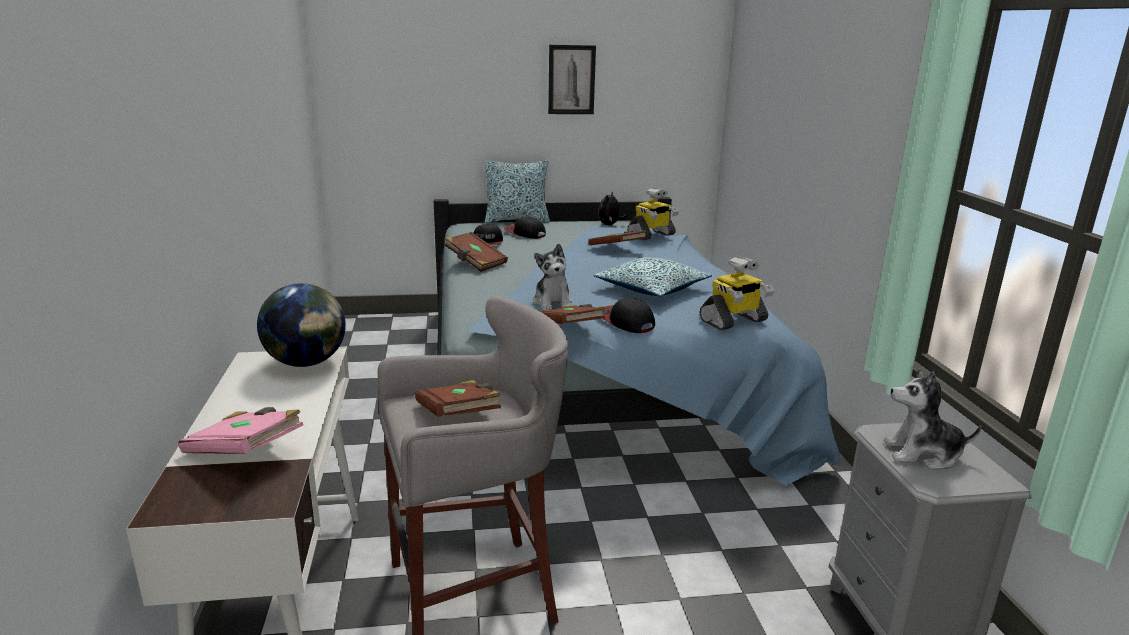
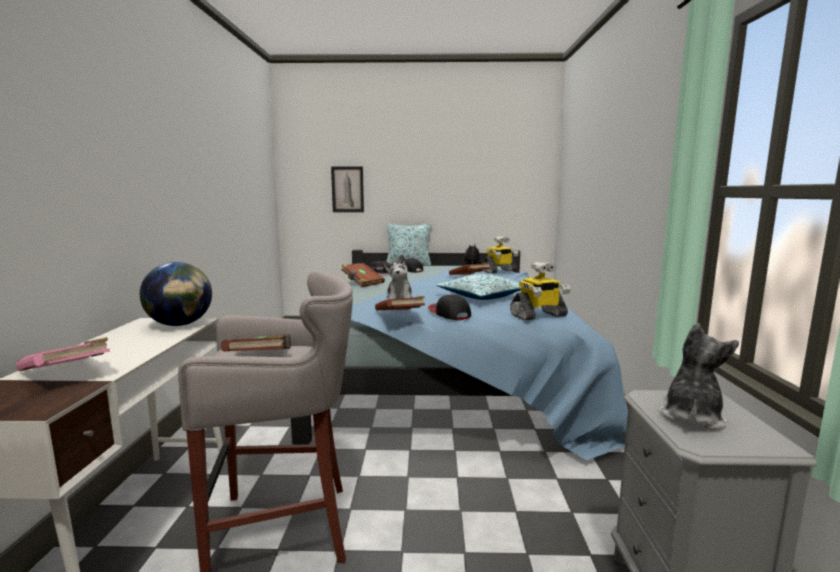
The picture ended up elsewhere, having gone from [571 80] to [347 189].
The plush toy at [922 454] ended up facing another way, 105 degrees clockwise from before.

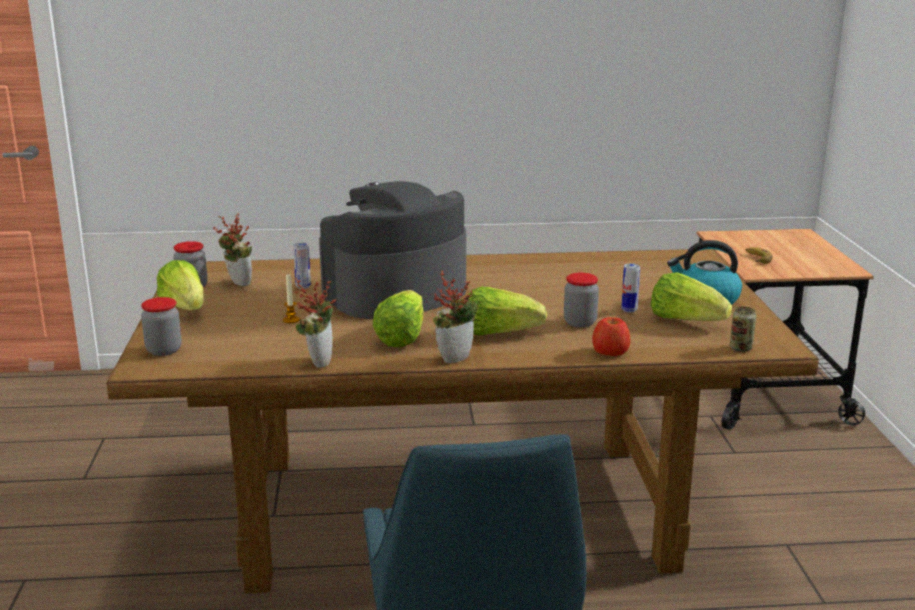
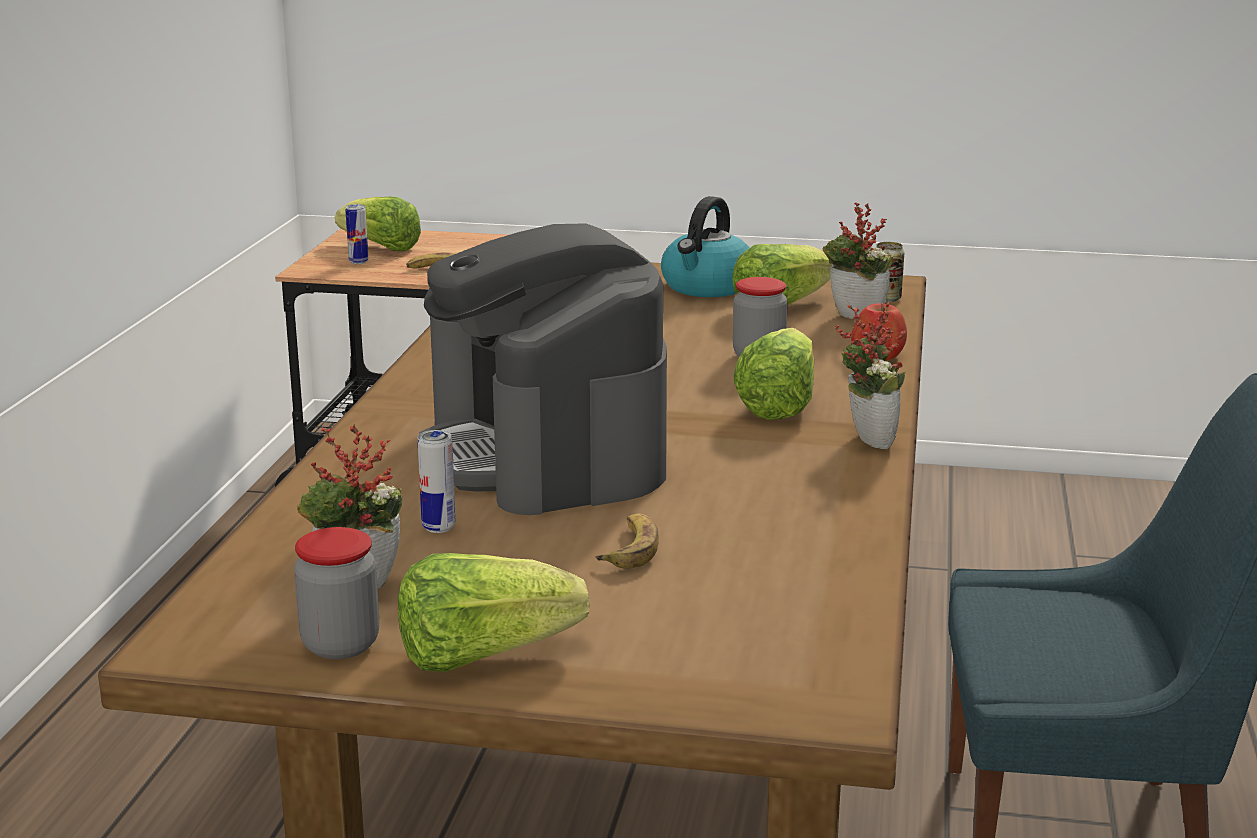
The can ended up elsewhere, having gone from [629 310] to [358 262].
Where the candle stood at [291 320], the banana came to stand at [630 548].
The potted plant ended up elsewhere, having gone from [318 361] to [854 318].
The lettuce ended up elsewhere, having gone from [402 337] to [381 248].
The second view lost the jar at [164 350].

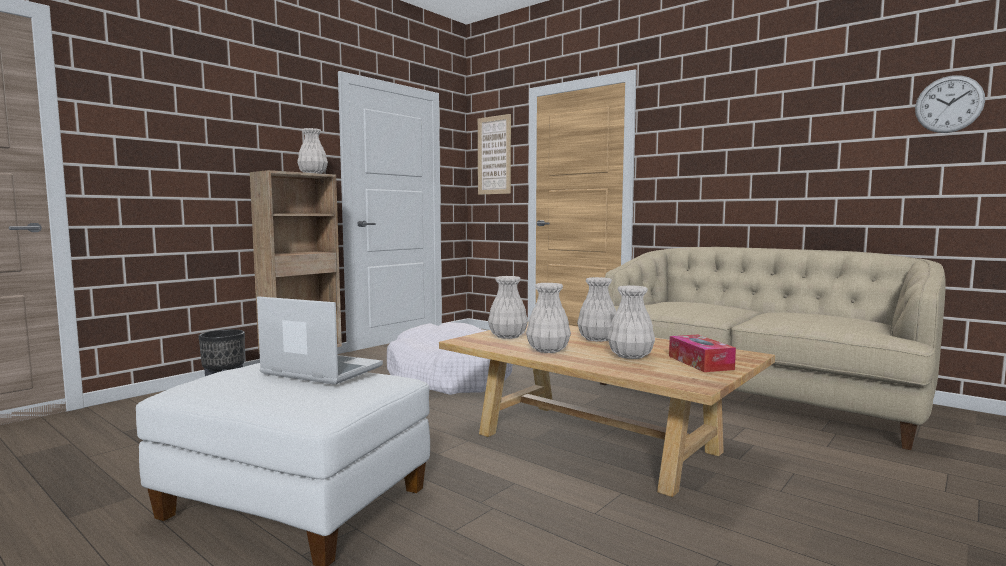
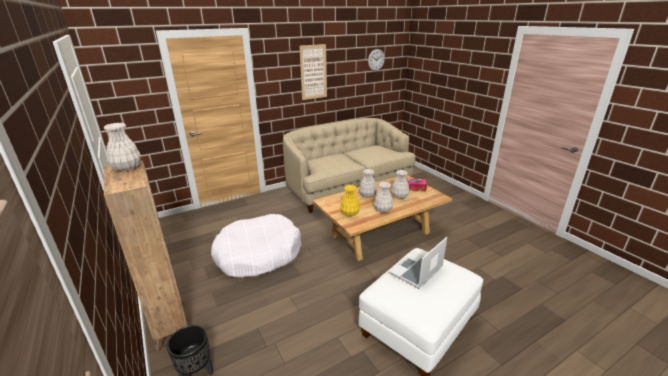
The picture ended up elsewhere, having gone from [494 155] to [313 72].
What was the white vase at [508 336] turned into the yellow vase at [350 214].

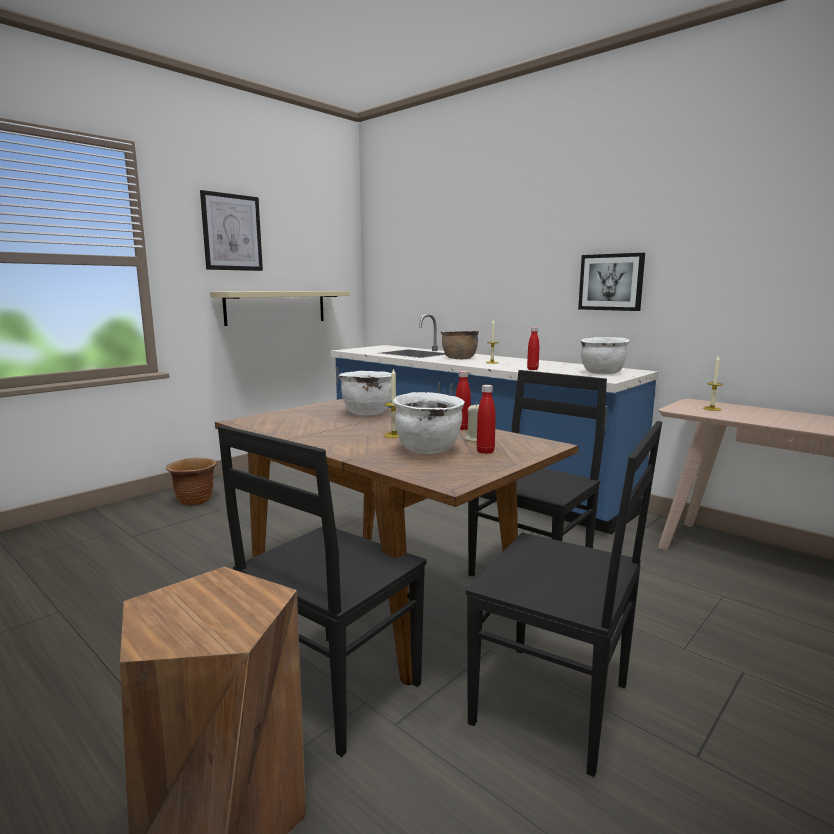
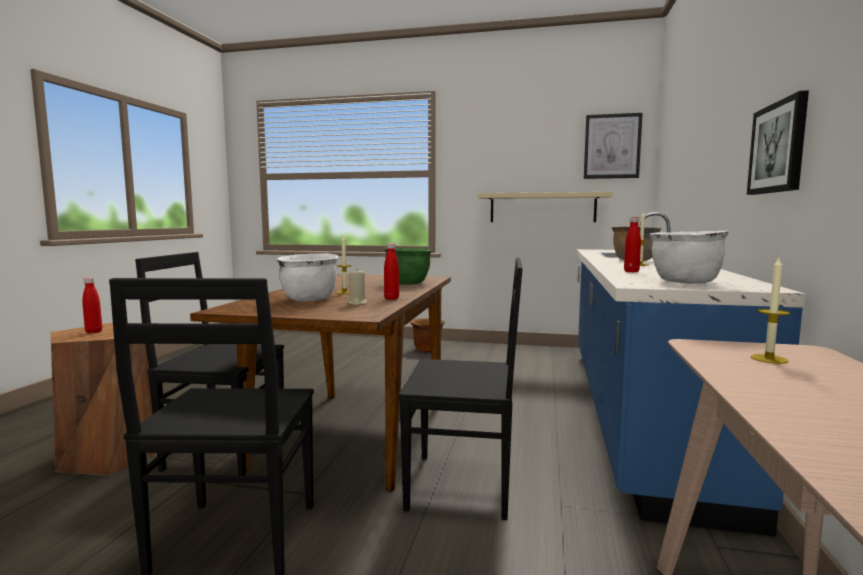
The picture ended up elsewhere, having gone from [232 232] to [612 146].
What was the white cooking pot at [367 413] turned into the green cooking pot at [407 283].
The red bottle ended up elsewhere, having gone from [485 451] to [94 332].

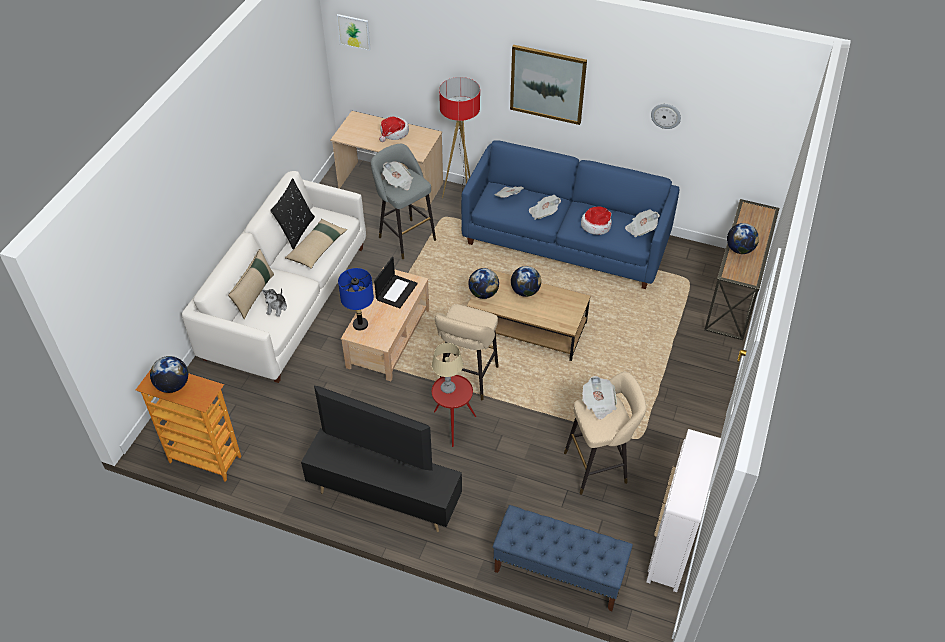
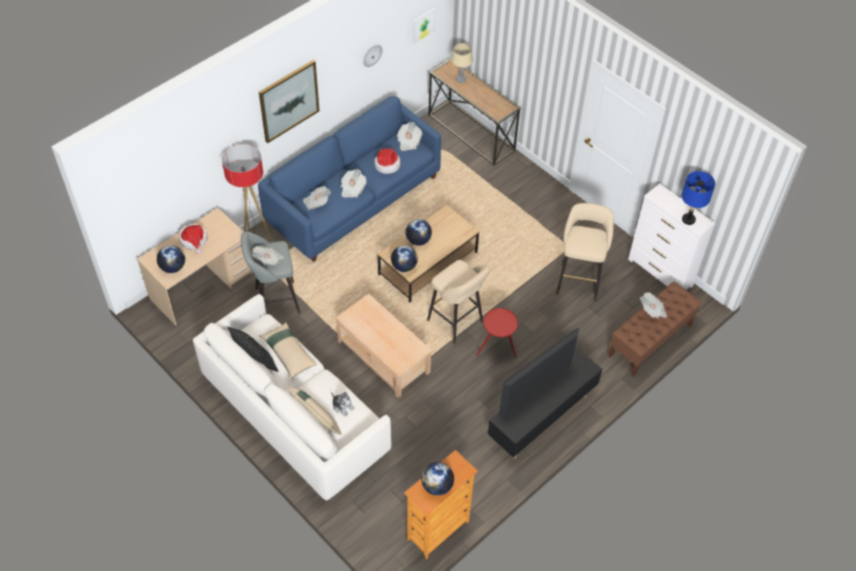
The picture ended up elsewhere, having gone from [354 32] to [423 25].
The globe ended up elsewhere, having gone from [739 249] to [173 267].
The second view lost the laptop at [396 291].
The blue table lamp ended up elsewhere, having gone from [360 324] to [688 219].
The beige table lamp ended up elsewhere, having gone from [447 388] to [460 79].
The newspaper ended up elsewhere, having gone from [598 404] to [652 311].
What was the blue bench at [558 572] turned into the brown bench at [650 341].

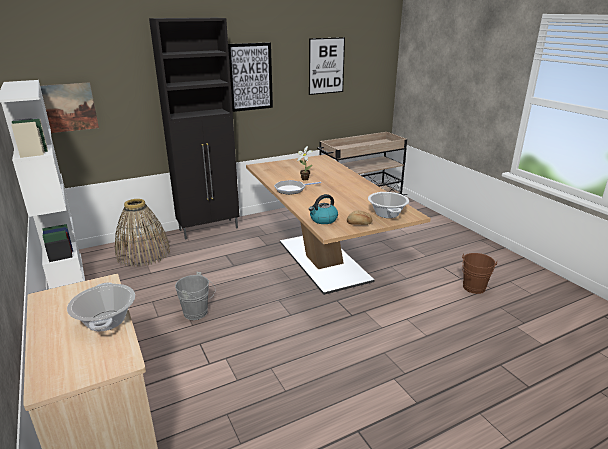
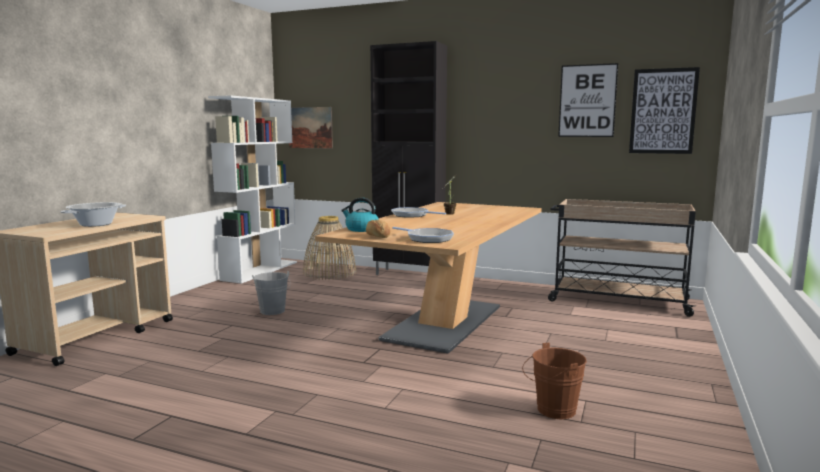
The picture ended up elsewhere, having gone from [250 77] to [663 111].
Where the cooking pot stood at [387 214], the frying pan came to stand at [427 239].

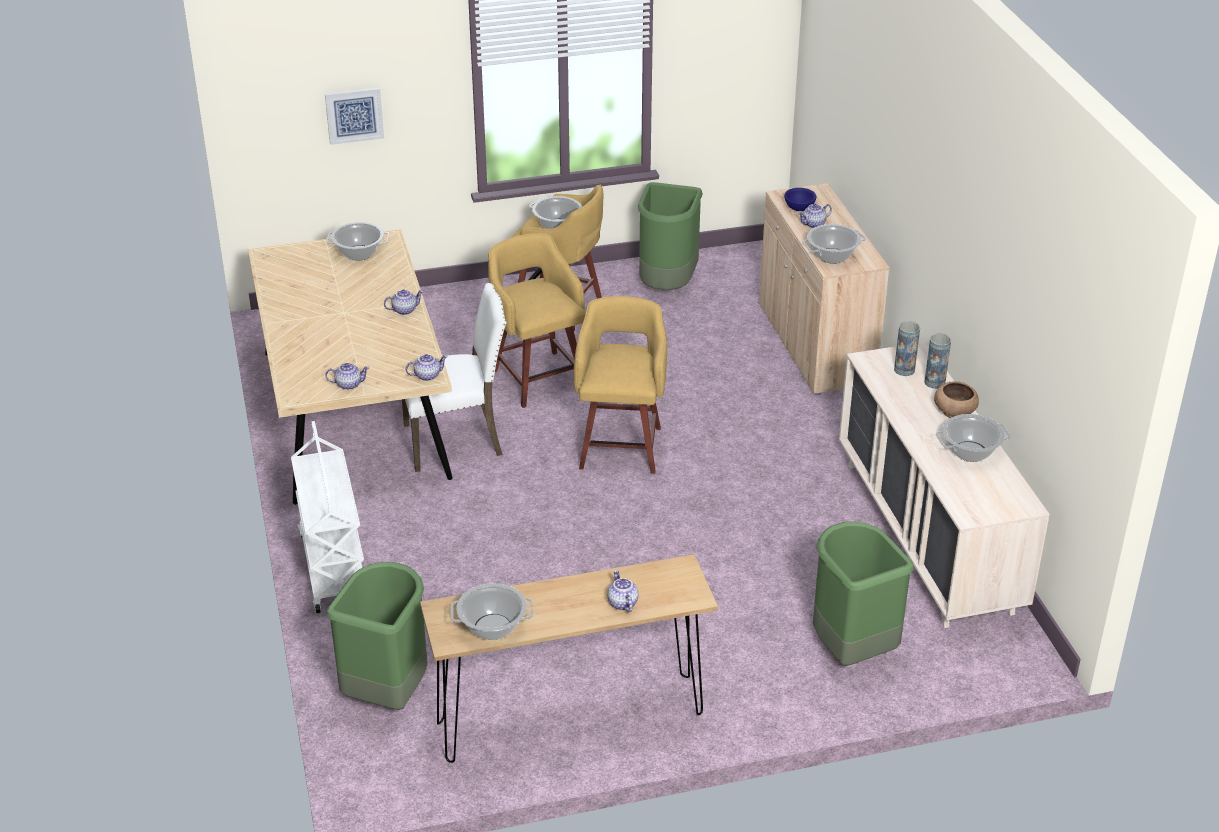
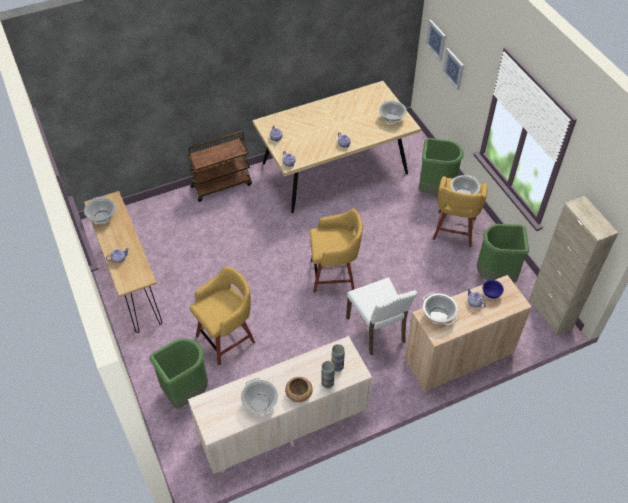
The yellow stool ended up elsewhere, having gone from [538 377] to [227 338].
The white chair ended up elsewhere, having gone from [456 441] to [377 330].
What was the white cart at [333 567] turned into the brown cart at [221 185].
The green trash can ended up elsewhere, having gone from [387 693] to [434 189].
The second view gained the picture at [436 39].
The second view gained the beige cabinet at [550 313].

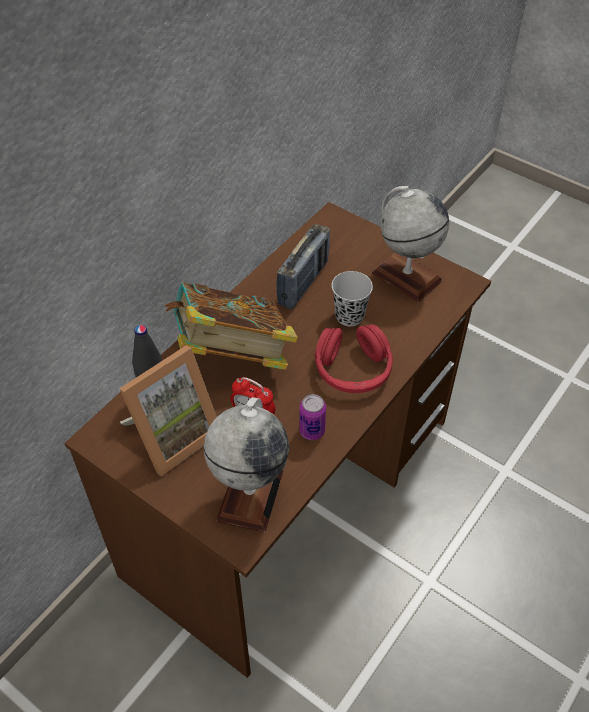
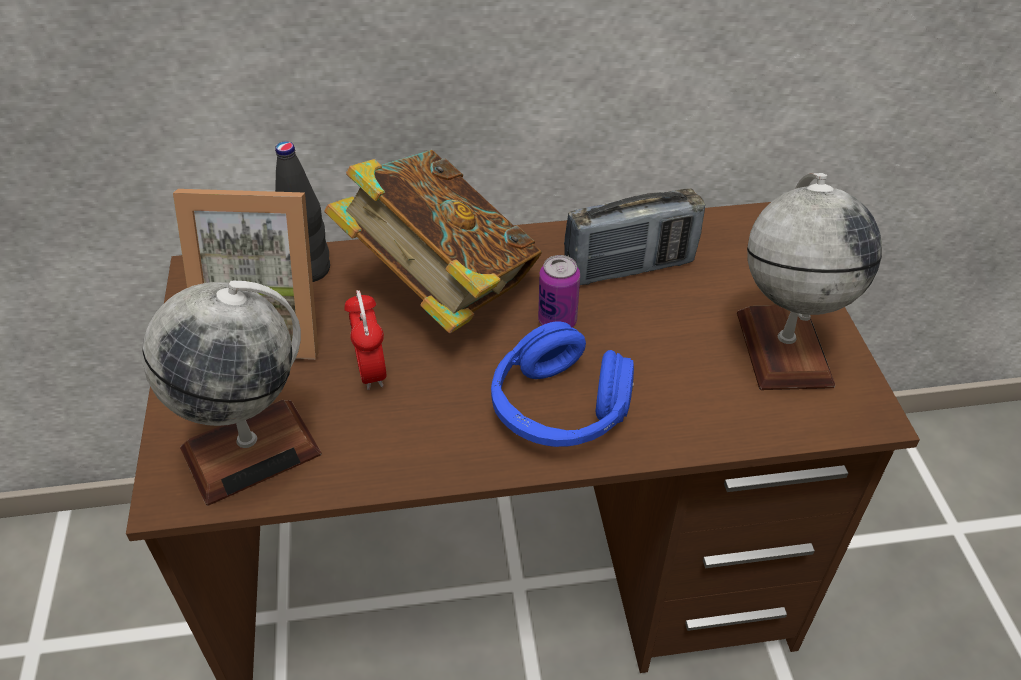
The second view lost the black cup at [349 316].
What was the red headphones at [353 370] turned into the blue headphones at [559 407].
The can ended up elsewhere, having gone from [312 431] to [557 321].

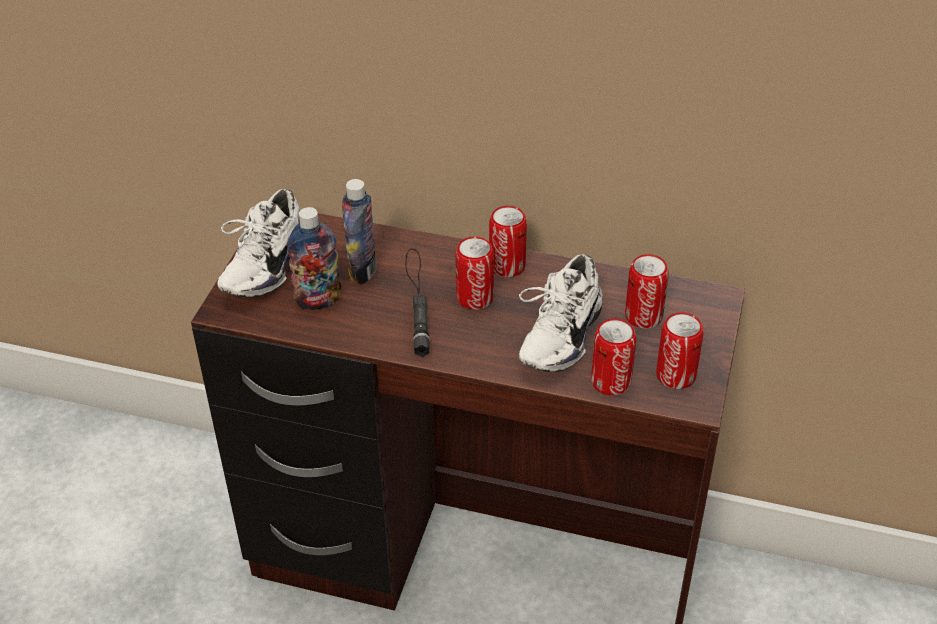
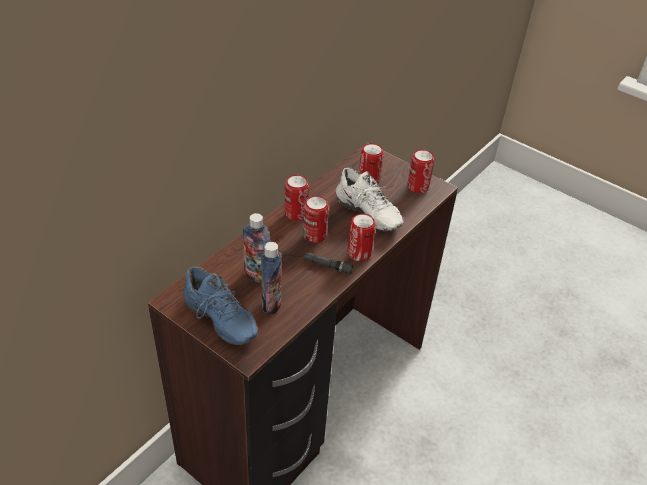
What was the white shoe at [262 266] turned into the blue shoe at [217 322].
The can ended up elsewhere, having gone from [611 382] to [359 253].

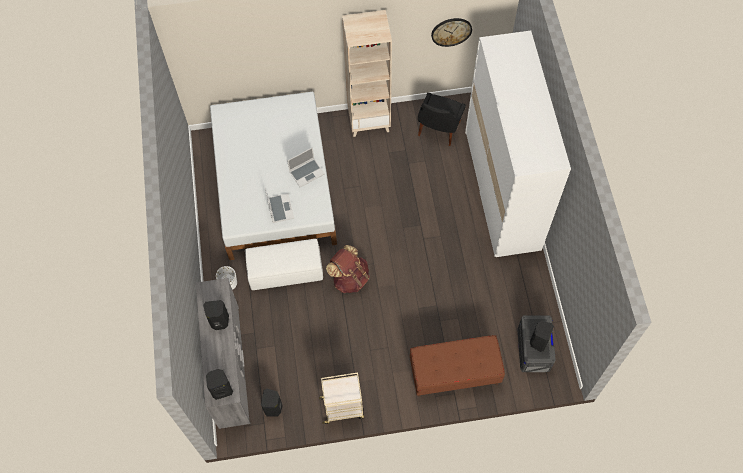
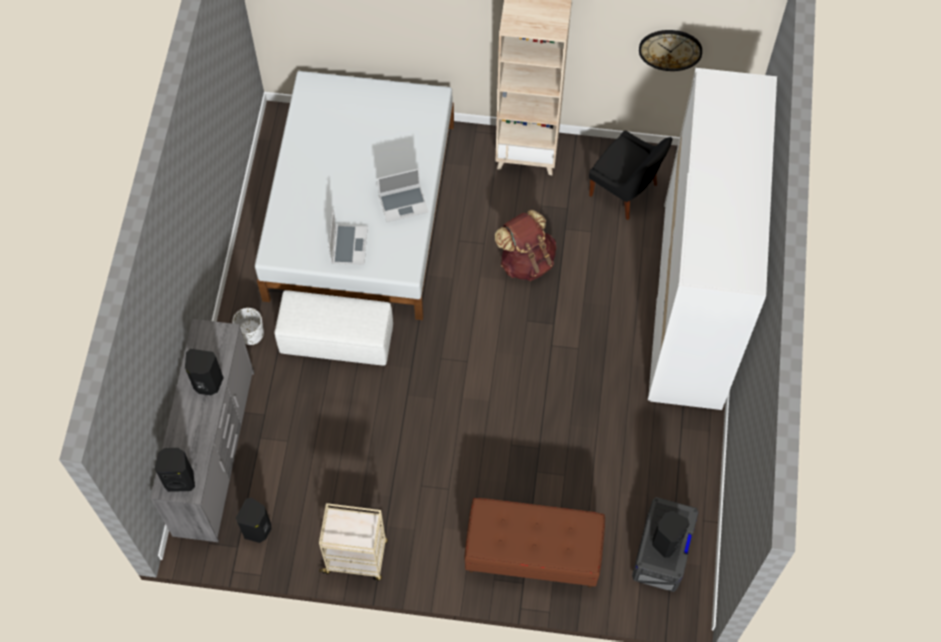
The black chair at [438 130] ended up facing another way, 90 degrees counterclockwise from before.
The brown backpack ended up elsewhere, having gone from [350 278] to [526 260].

